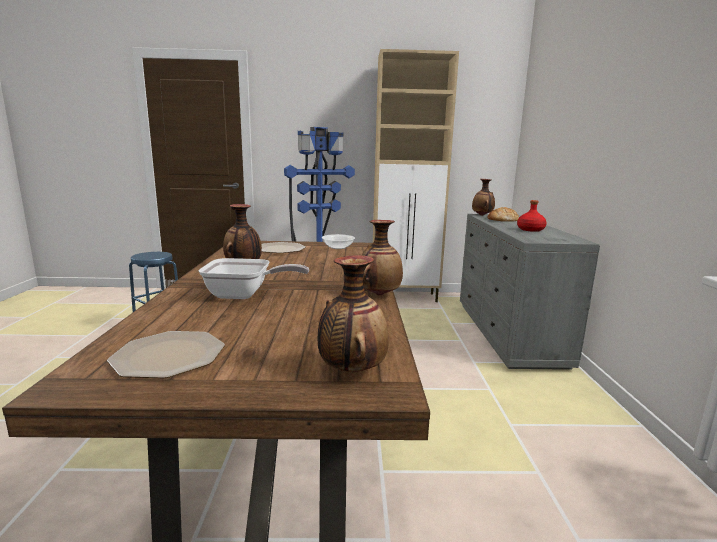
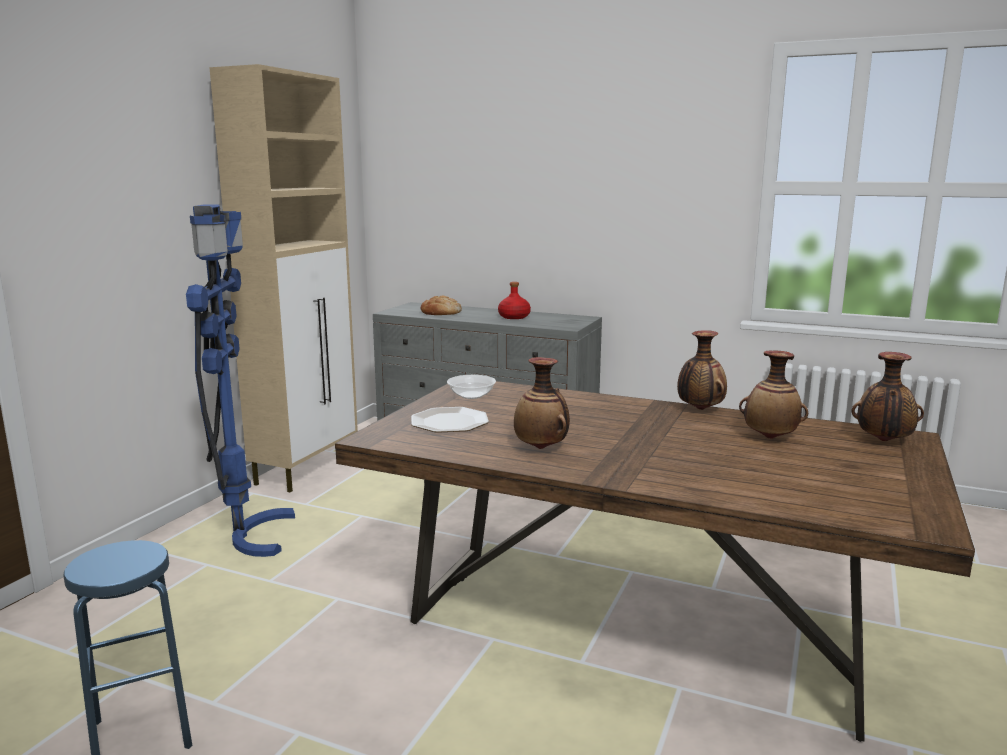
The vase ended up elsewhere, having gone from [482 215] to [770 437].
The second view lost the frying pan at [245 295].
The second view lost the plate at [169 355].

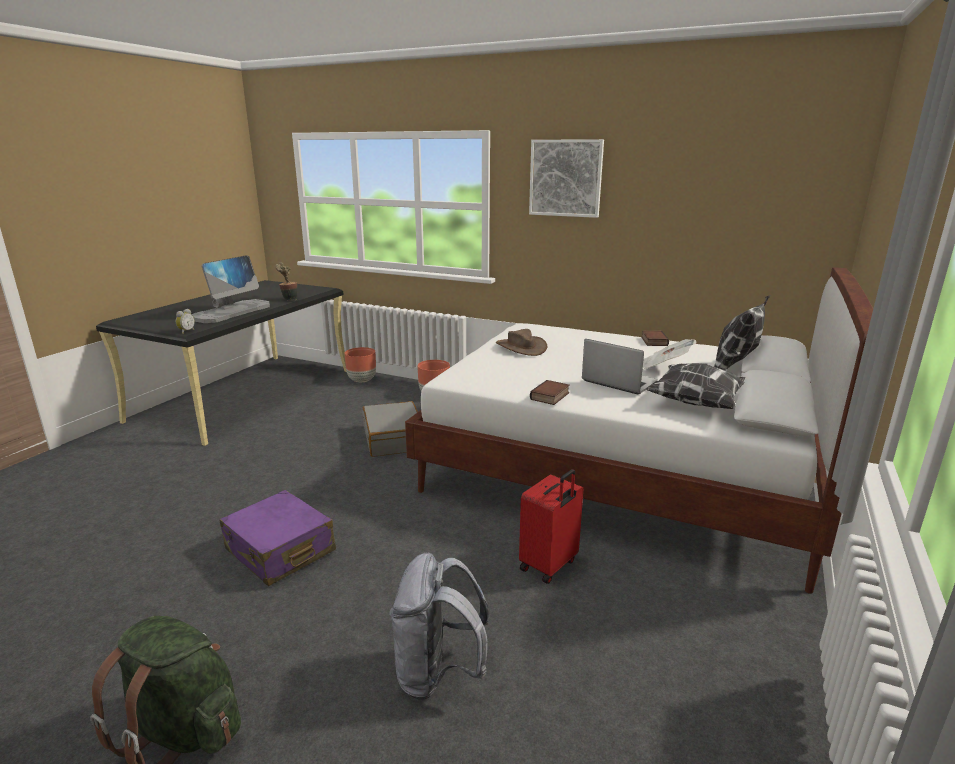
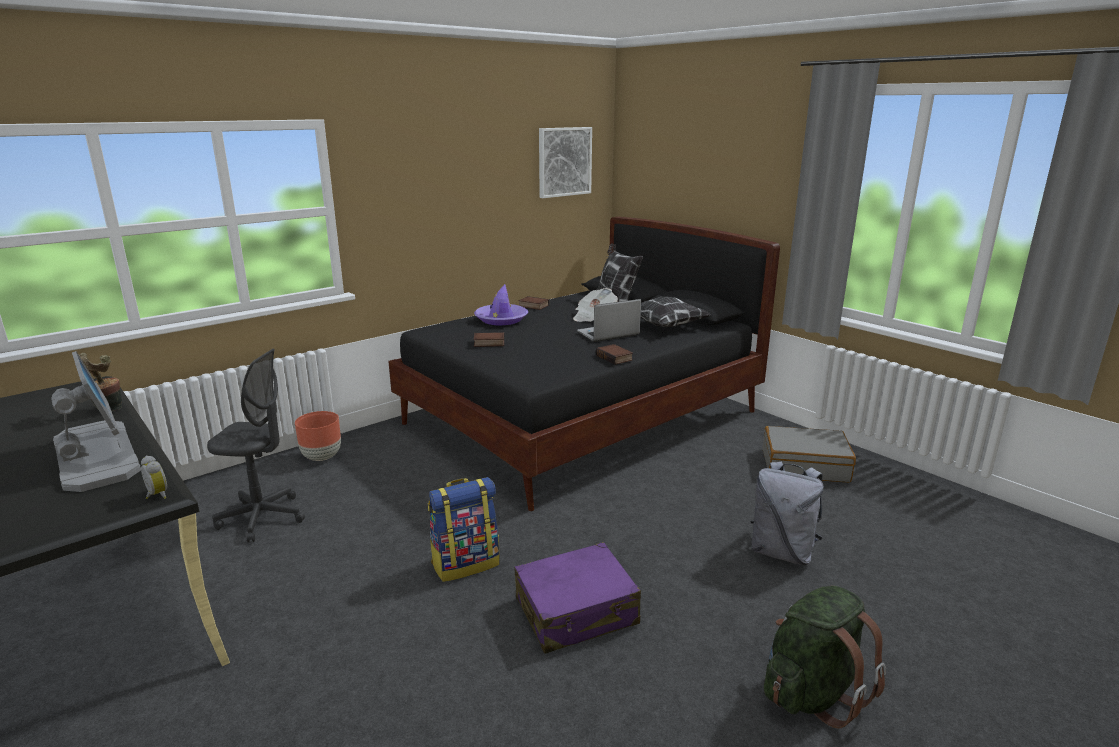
The picture ended up elsewhere, having gone from [565 178] to [564 162].
What was the white bed at [619 472] turned into the black bed at [582 418].
Where the brown hat stood at [521 347], the book came to stand at [488 343].
The second view lost the brown planter at [362 380].
The grey suitcase ended up elsewhere, having gone from [394 439] to [804 465].
The second view lost the red suitcase at [549 565].
The second view gained the purple hat at [501 319].
The second view gained the grey office chair at [262 518].
The second view gained the backpack at [466 563].

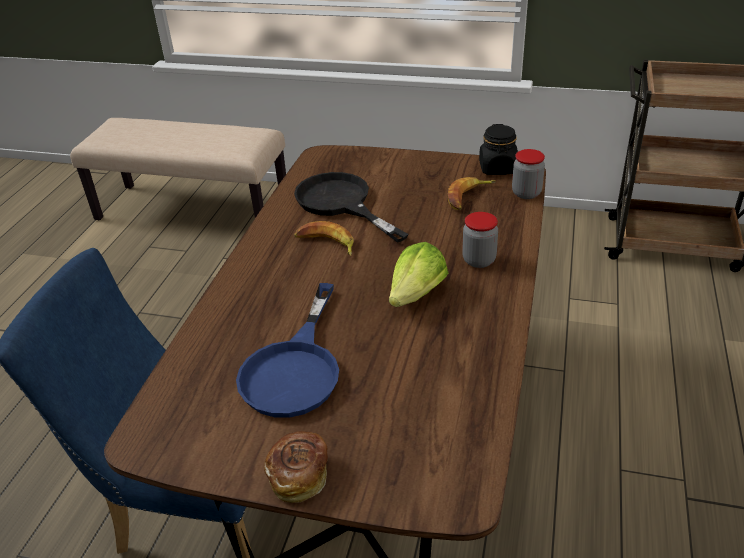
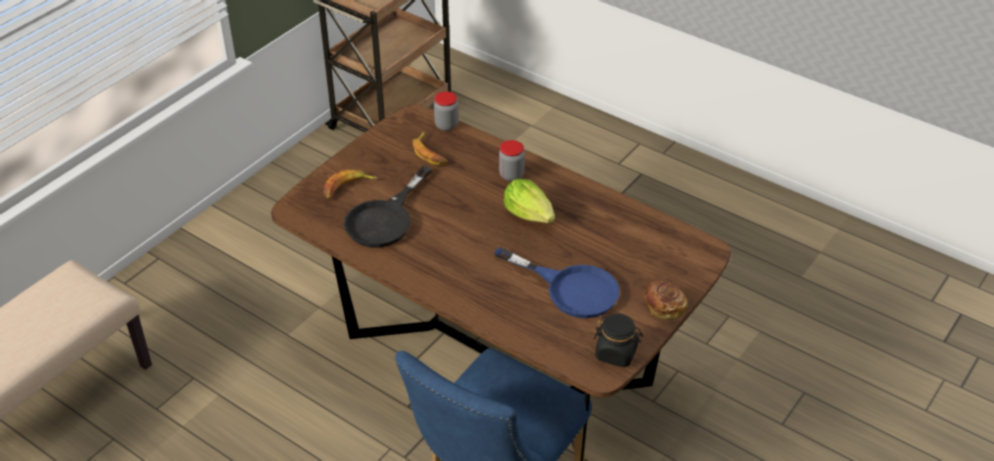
The black jar ended up elsewhere, having gone from [497 168] to [616 353].
The black frying pan at [341 203] ended up facing another way, 45 degrees counterclockwise from before.
The banana ended up elsewhere, having gone from [326 244] to [347 187].

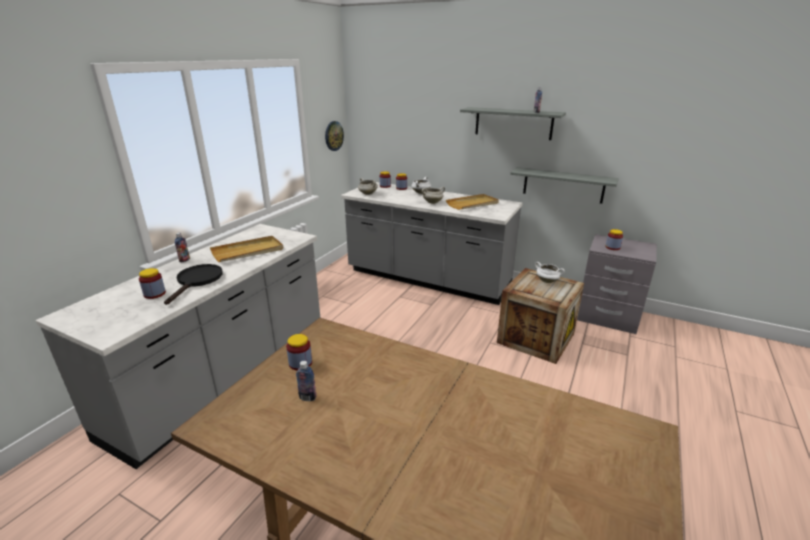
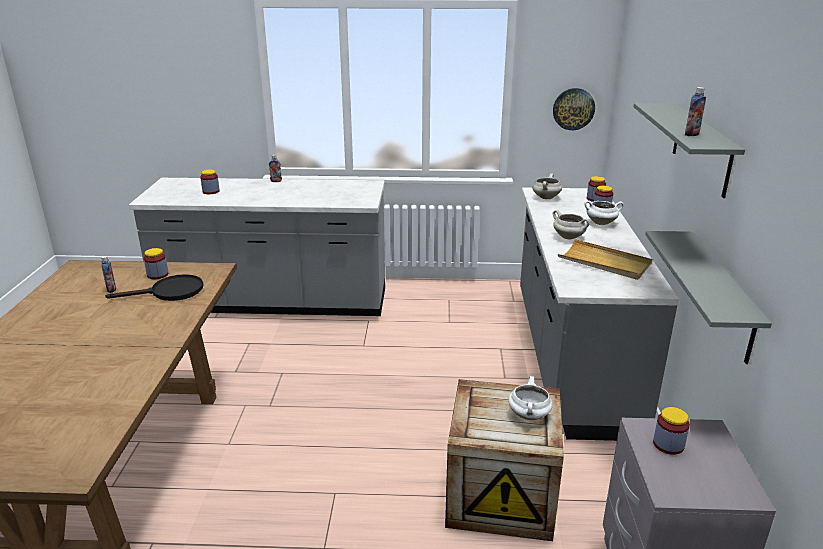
The second view lost the beige tray at [248 251].
The black frying pan ended up elsewhere, having gone from [197 281] to [170 292].

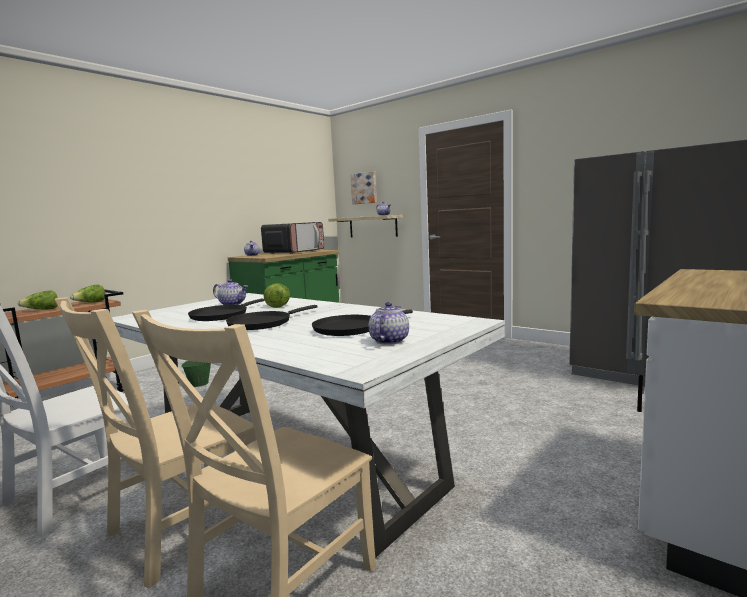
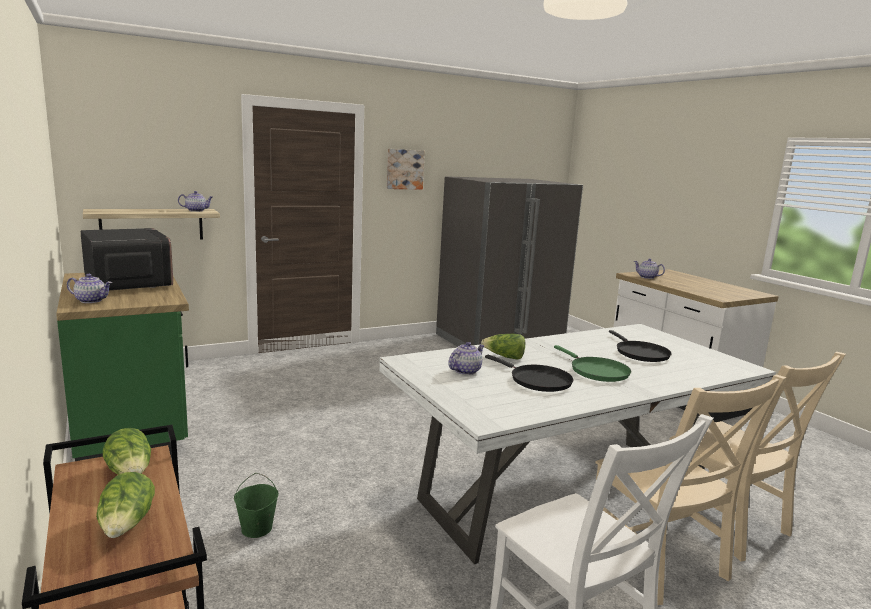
The picture ended up elsewhere, having gone from [364 188] to [404 169].
The teapot ended up elsewhere, having gone from [389 341] to [647 277].
What was the black frying pan at [263 323] turned into the green frying pan at [596 371].

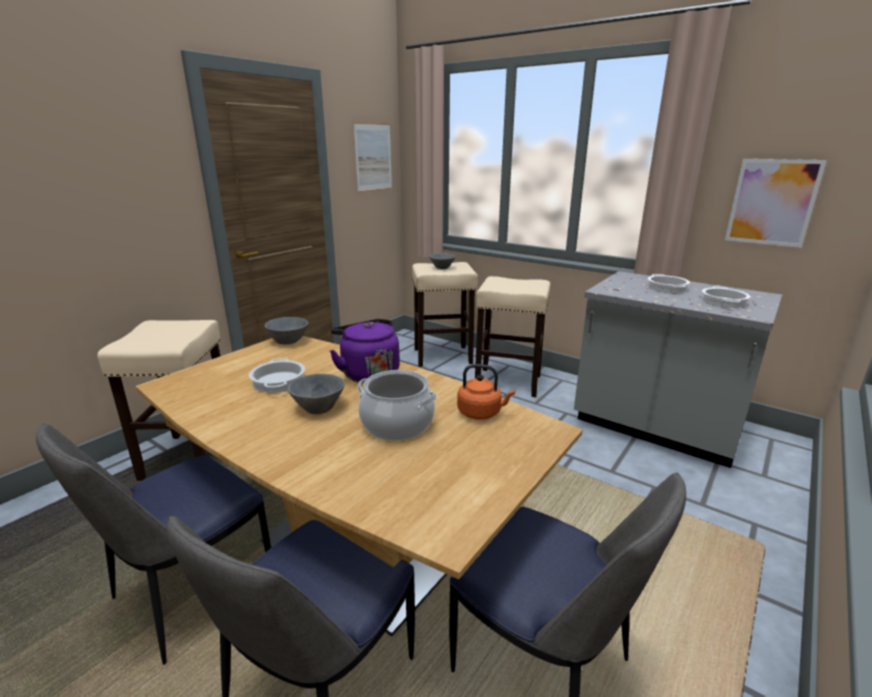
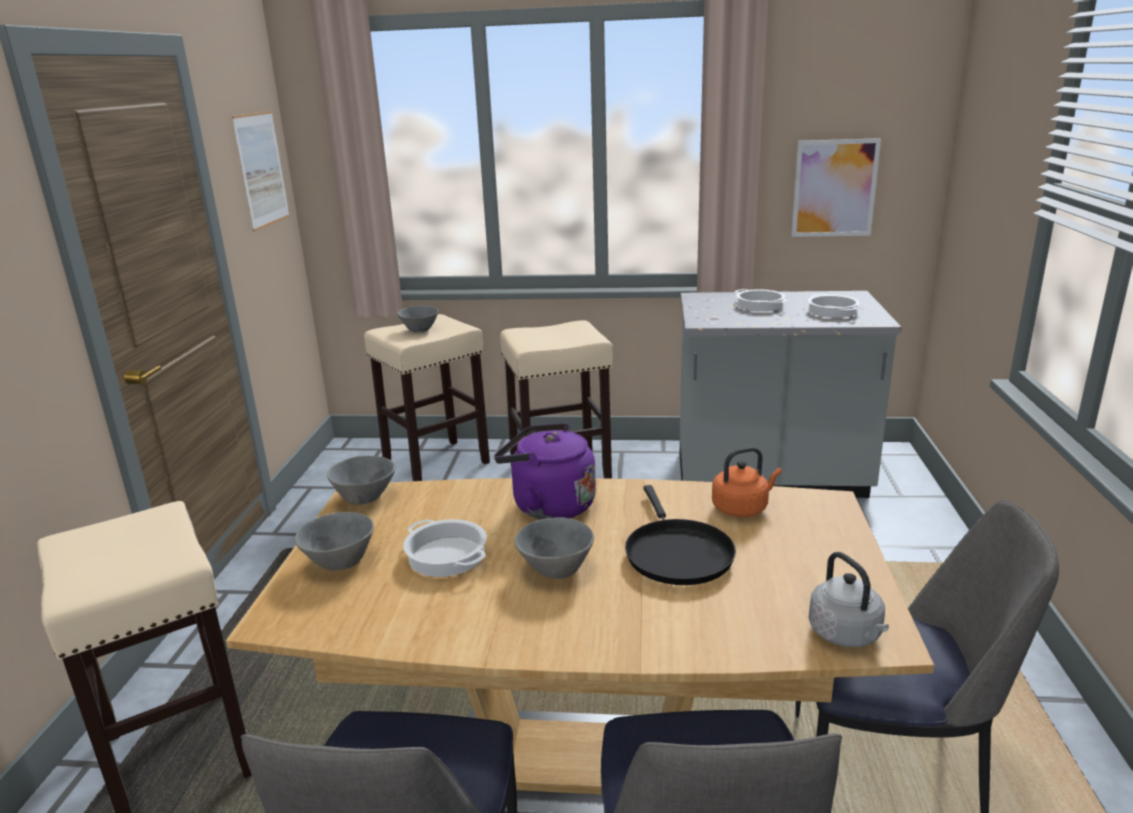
Where the cooking pot stood at [397 424], the black frying pan came to stand at [676 553].
The second view gained the grey bowl at [340 560].
The second view gained the grey kettle at [847 635].

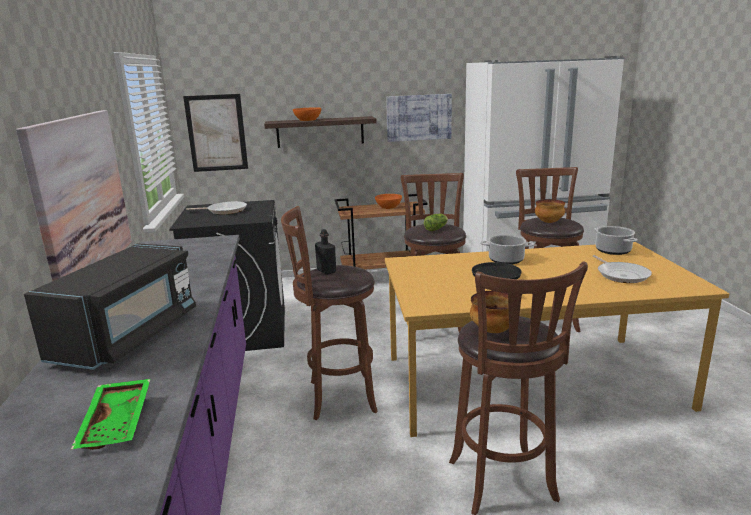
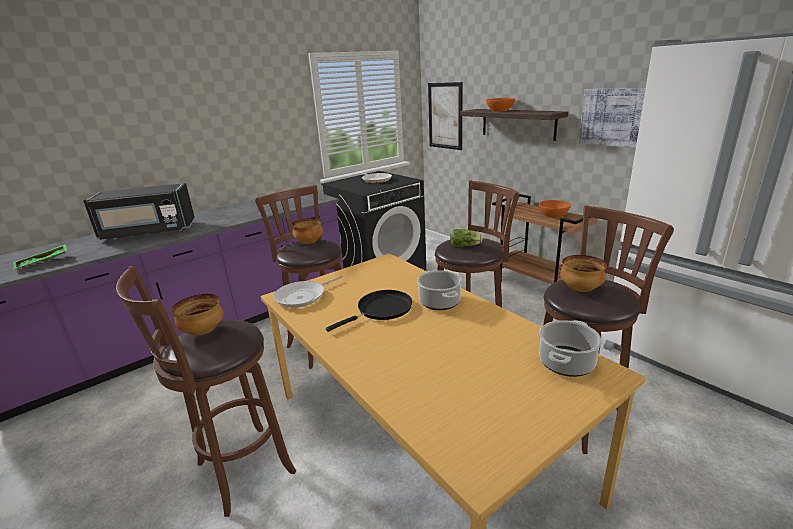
The second view lost the picture at [82 198].
Where the black bottle stood at [326 271], the bowl came to stand at [309 242].
The frying pan ended up elsewhere, having gone from [621 275] to [303 297].

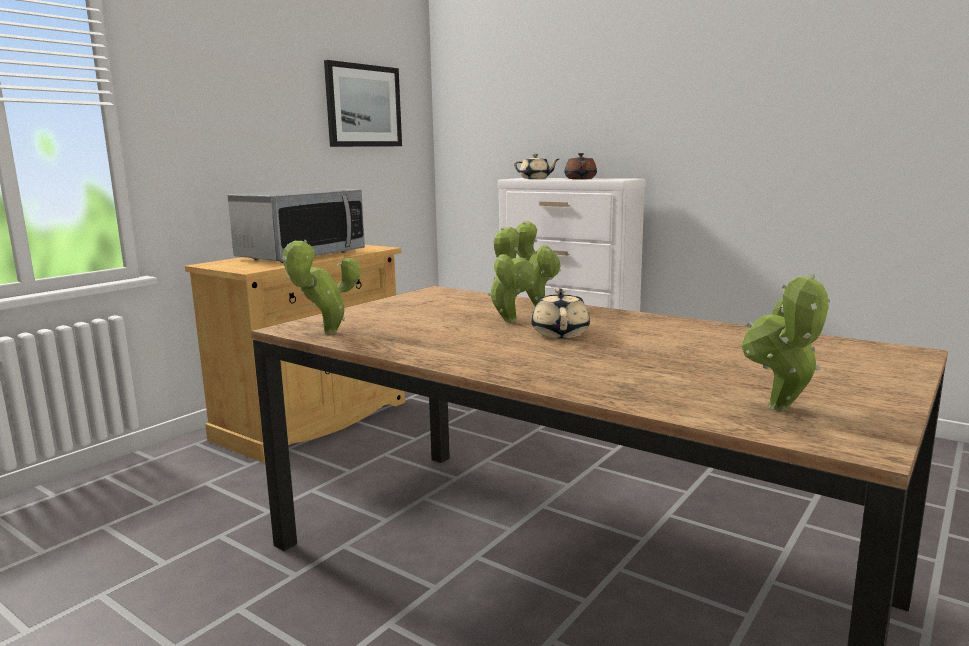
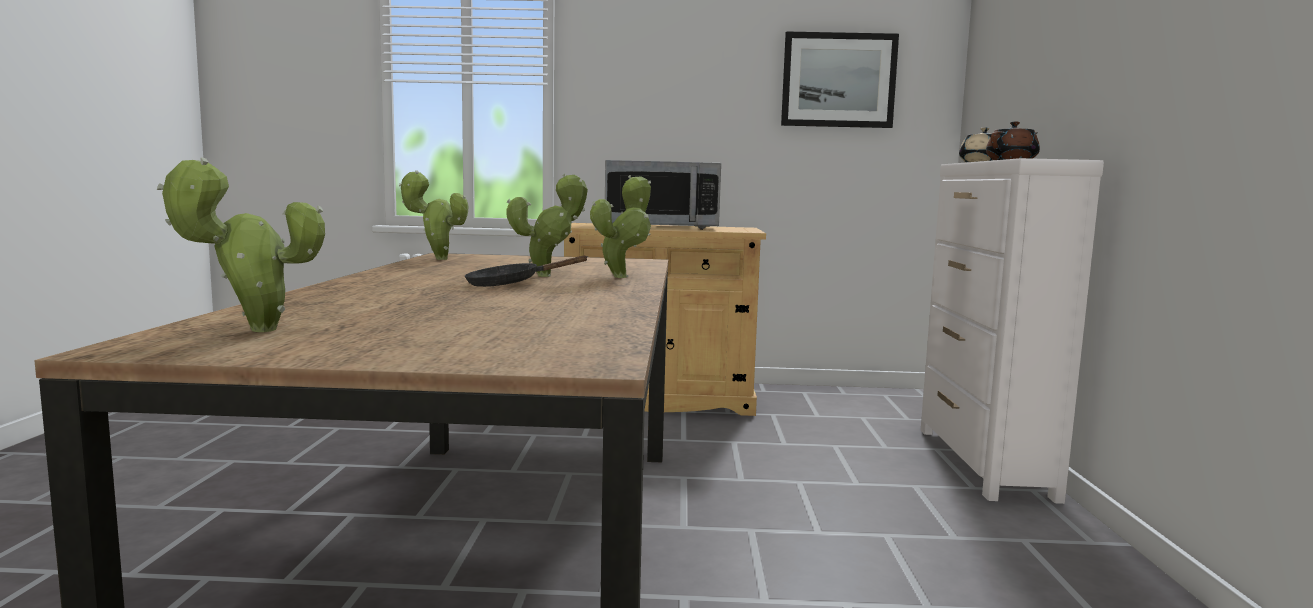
Where the beige teapot stood at [560 333], the black frying pan came to stand at [510 285].

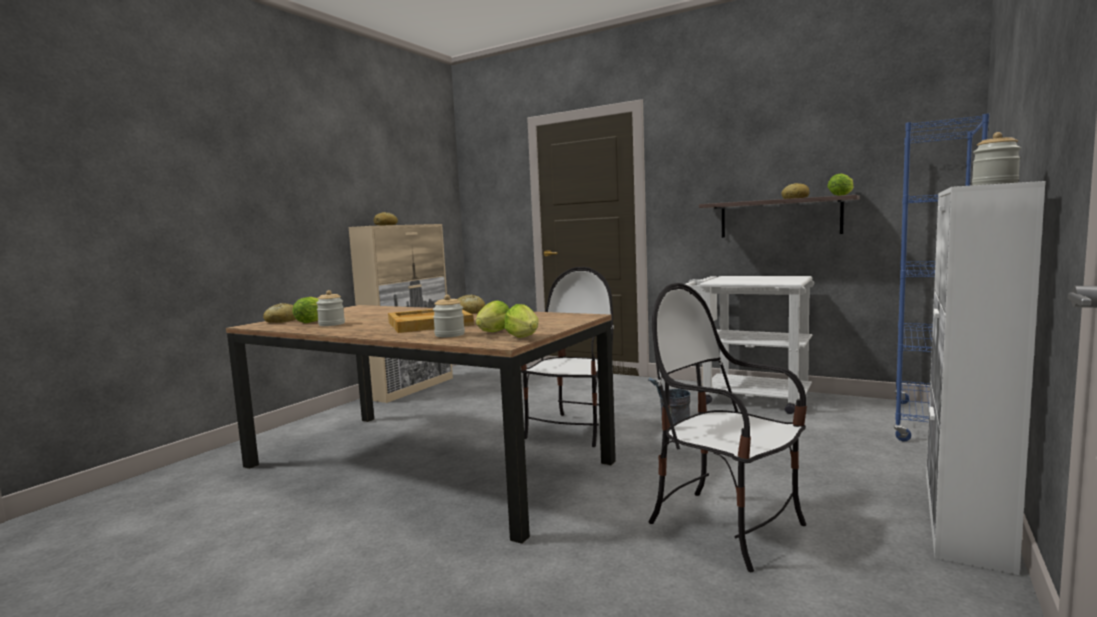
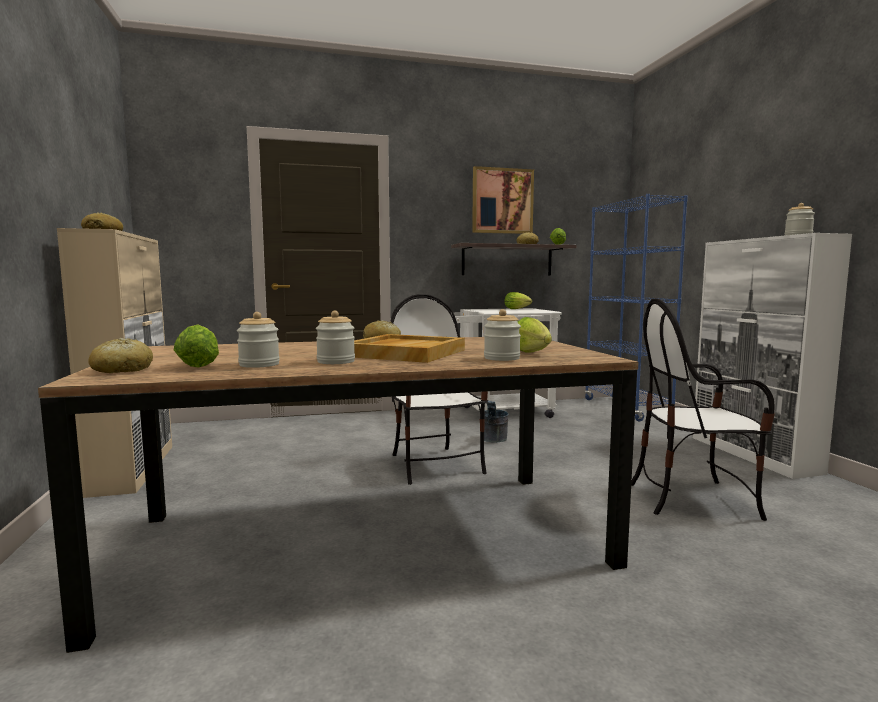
The lettuce ended up elsewhere, having gone from [525 338] to [518 309].
The second view gained the picture at [502 201].
The second view gained the jar at [336 361].

